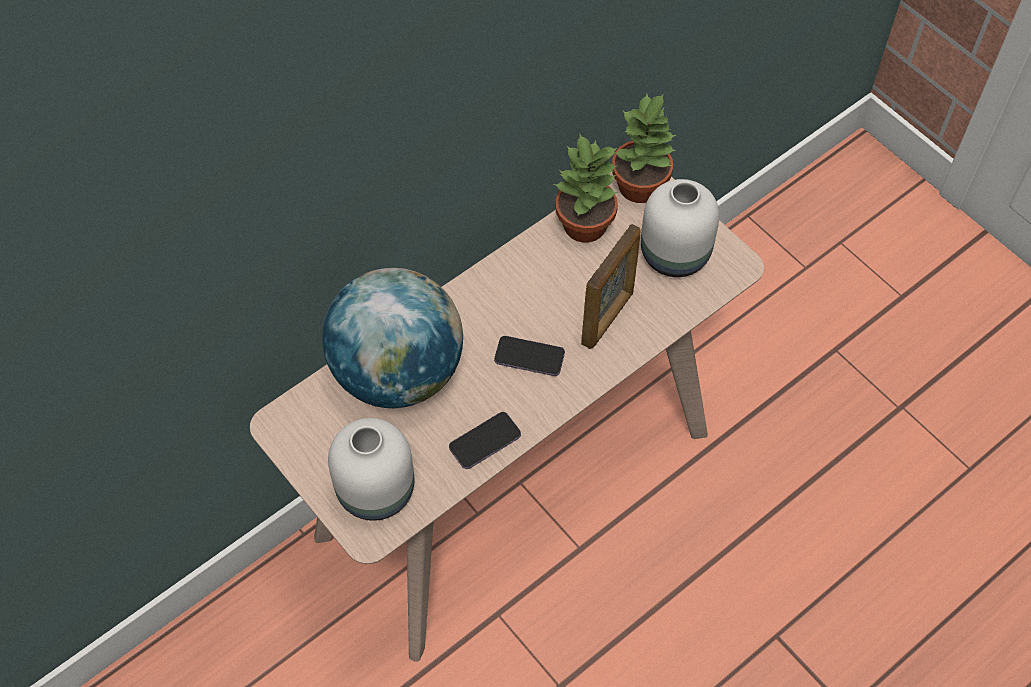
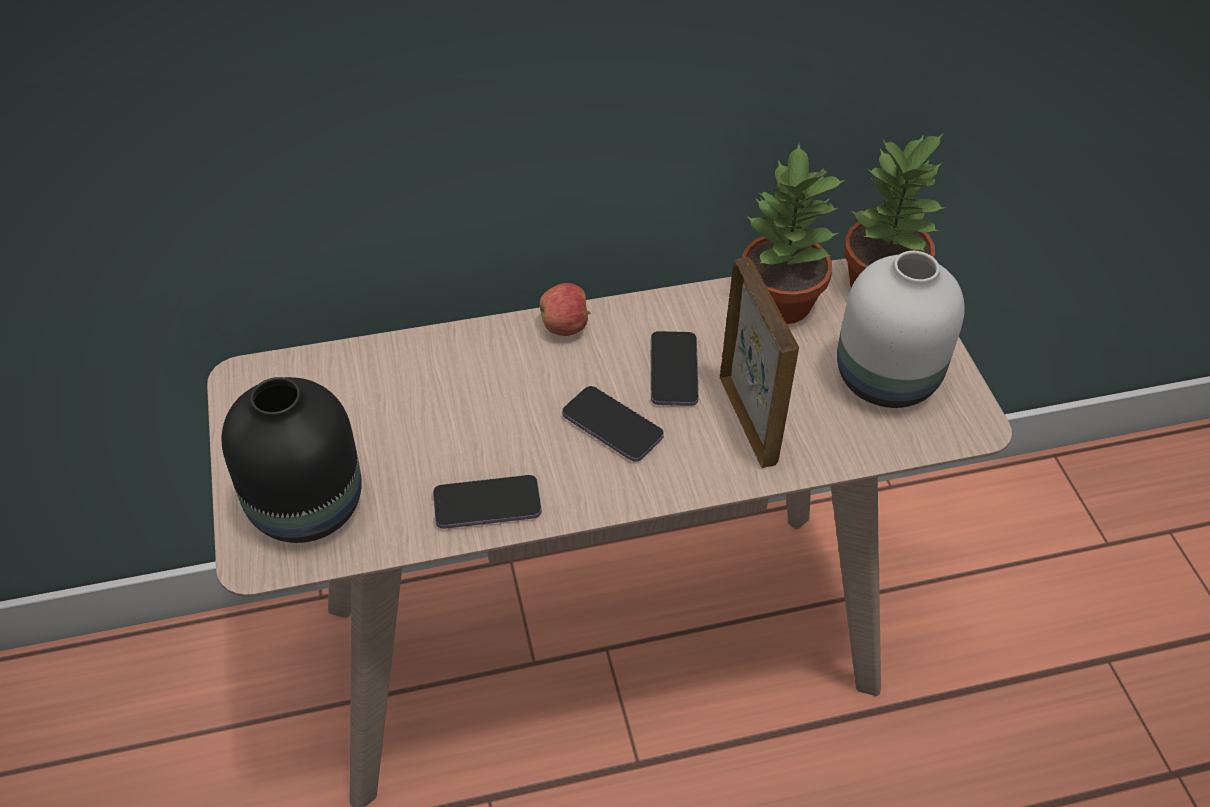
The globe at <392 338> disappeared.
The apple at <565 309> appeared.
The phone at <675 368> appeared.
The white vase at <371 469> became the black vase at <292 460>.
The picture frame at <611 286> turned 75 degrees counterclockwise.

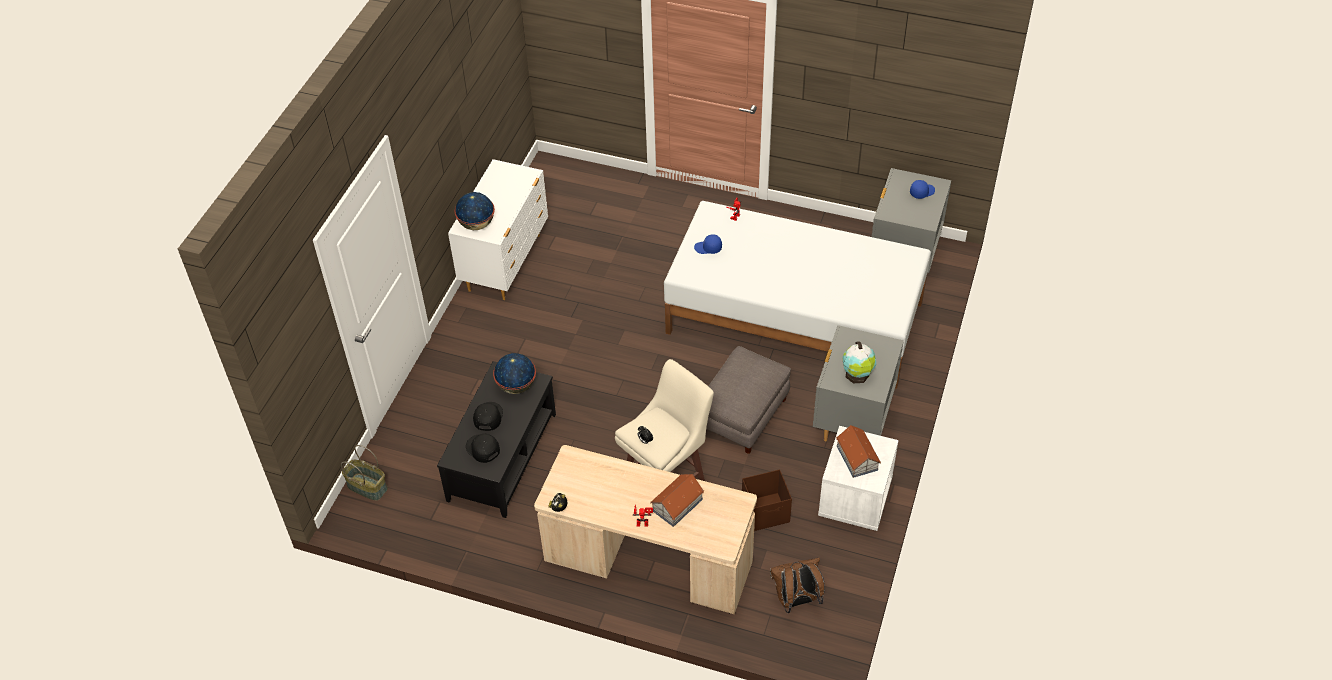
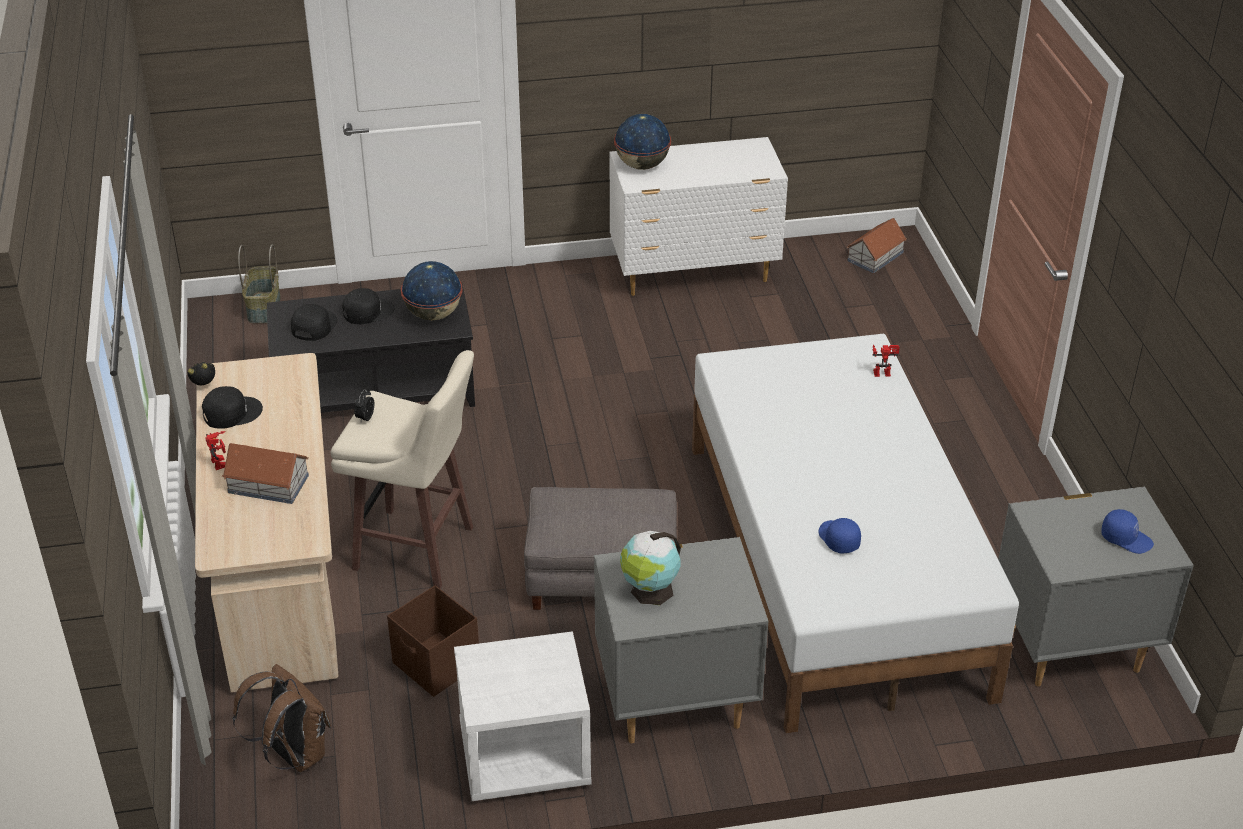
The black cap at <232 407> appeared.
The blue cap moved from <708 244> to <839 535>.
The toy house moved from <858 451> to <877 245>.

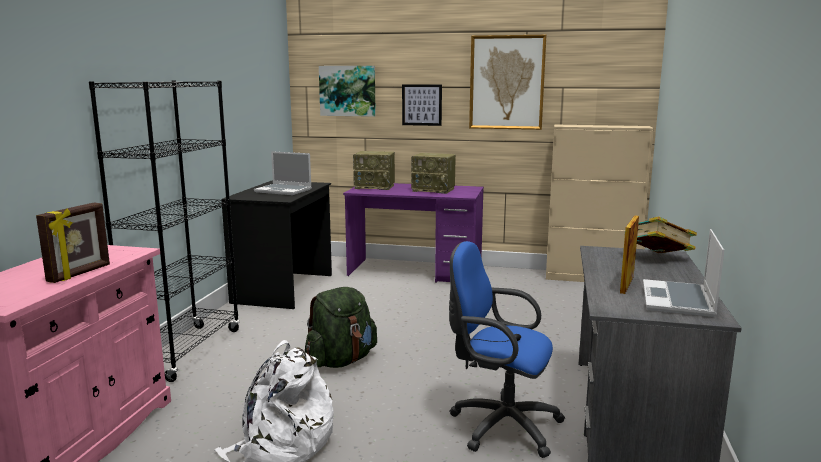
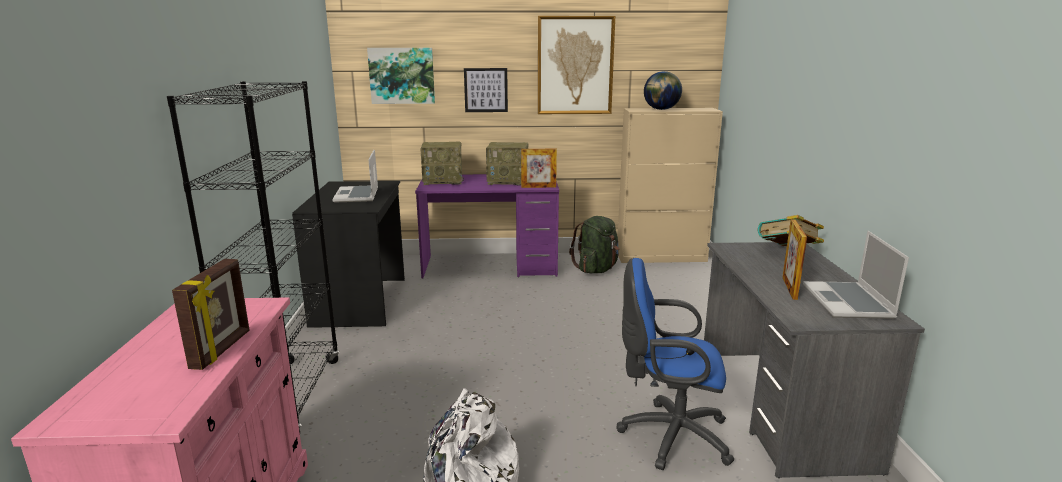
The picture frame at <539 168> appeared.
The globe at <663 90> appeared.
The green backpack moved from <341 327> to <594 244>.
The laptop at <283 173> turned 75 degrees clockwise.

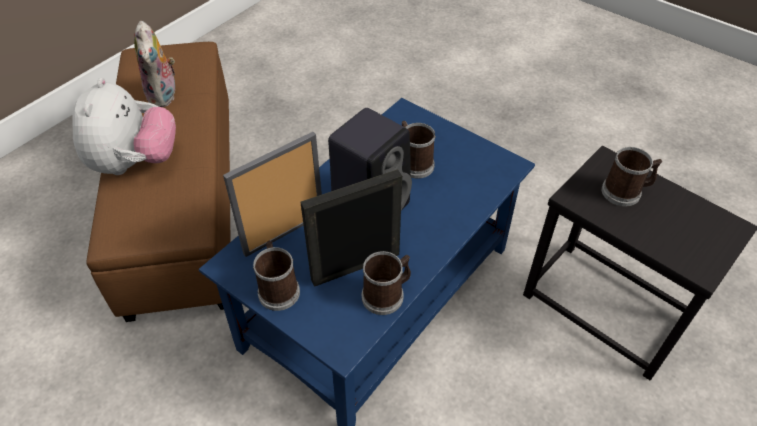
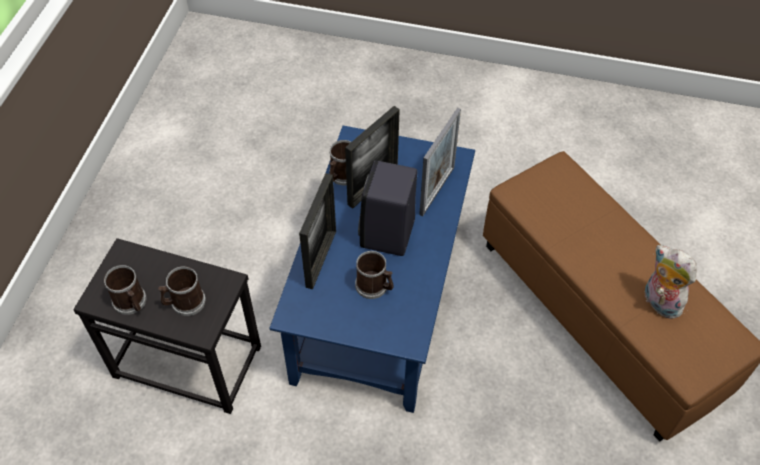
The plush toy at <124 126> disappeared.
The picture frame at <317 231> appeared.
The mug moved from <276 276> to <125 290>.

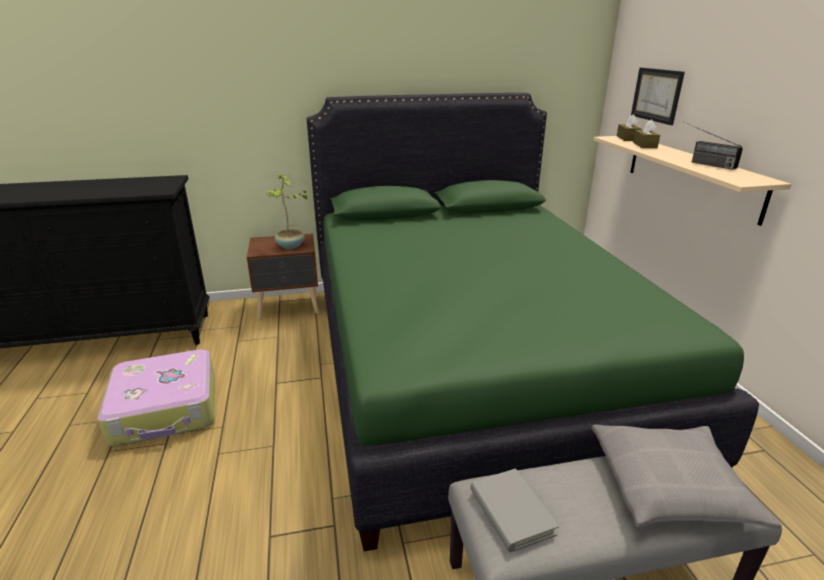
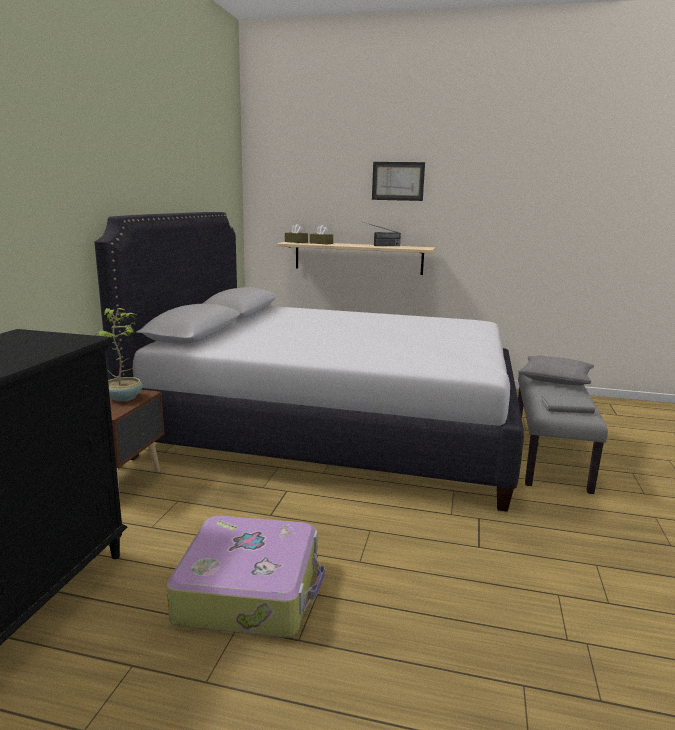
The picture moved from <658 96> to <398 181>.
The green bed at <533 322> became the white bed at <309 362>.

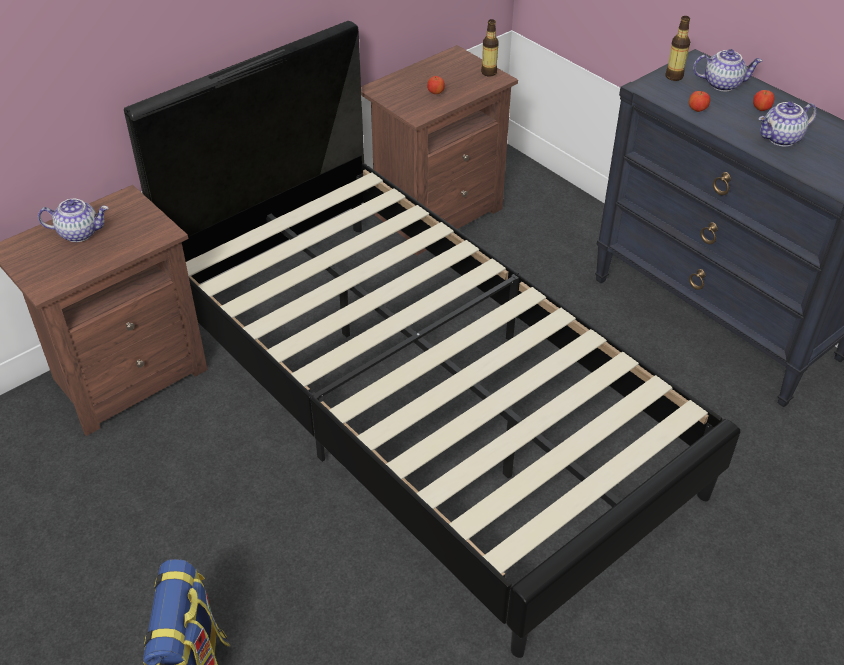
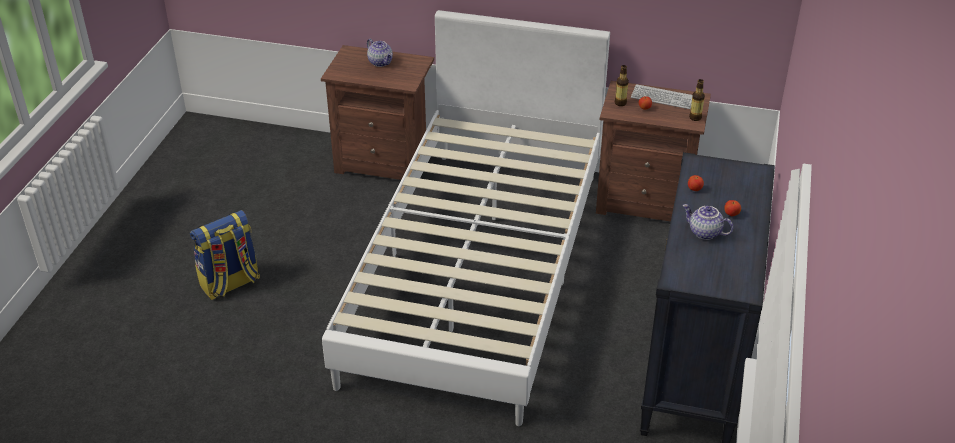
The teapot at <728 70> disappeared.
The keyboard at <661 96> appeared.
The bottle moved from <677 48> to <622 85>.
The black bed at <432 339> became the white bed at <466 218>.

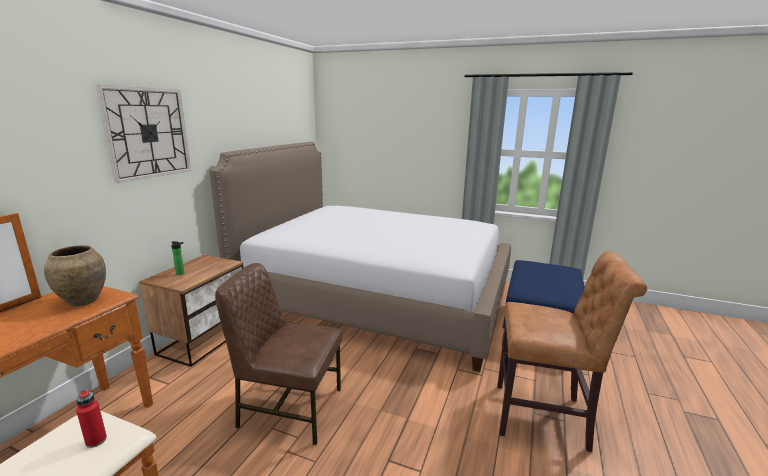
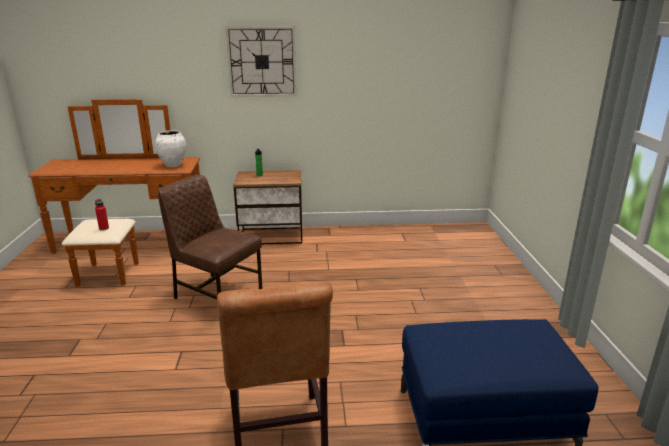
The bed at <360 257> disappeared.
The brown vase at <75 275> became the white vase at <170 148>.
The brown chair at <278 354> turned 45 degrees counterclockwise.

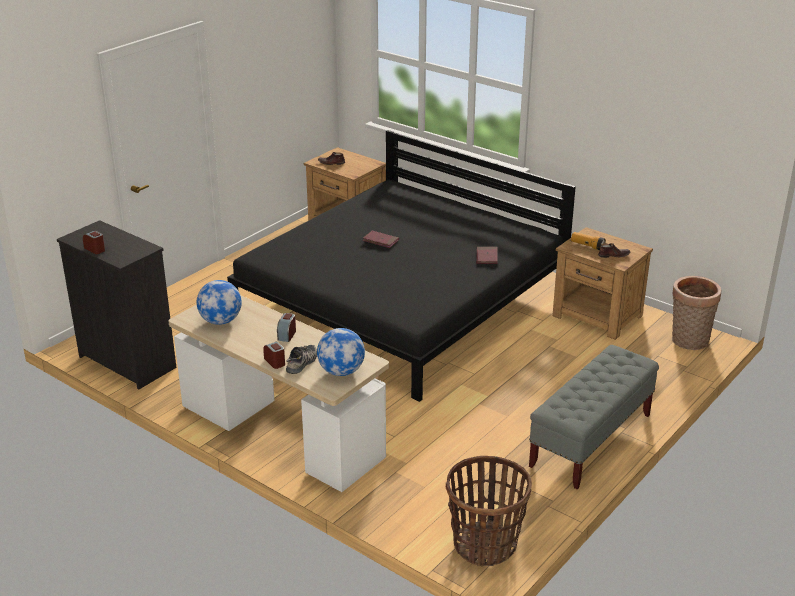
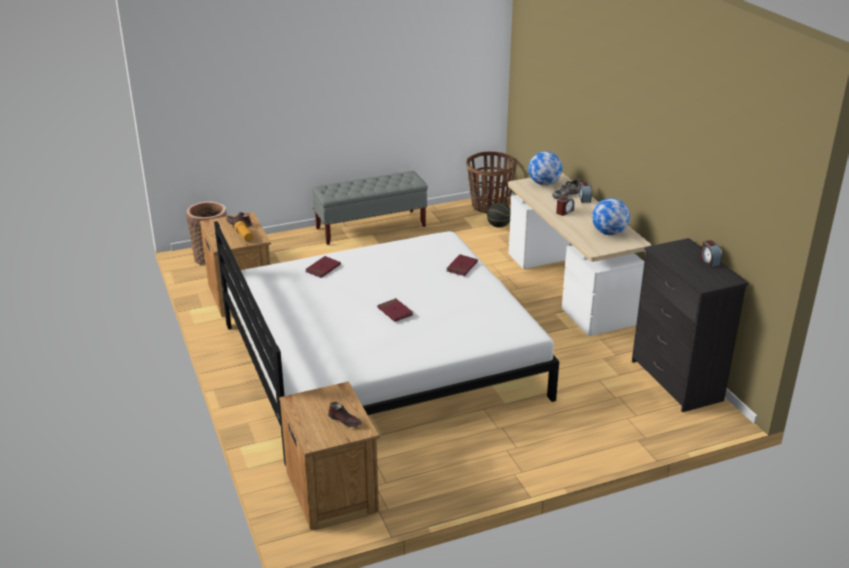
The red book at <462 265> appeared.
The basketball at <499 215> appeared.
The black bed at <401 266> became the white bed at <386 343>.

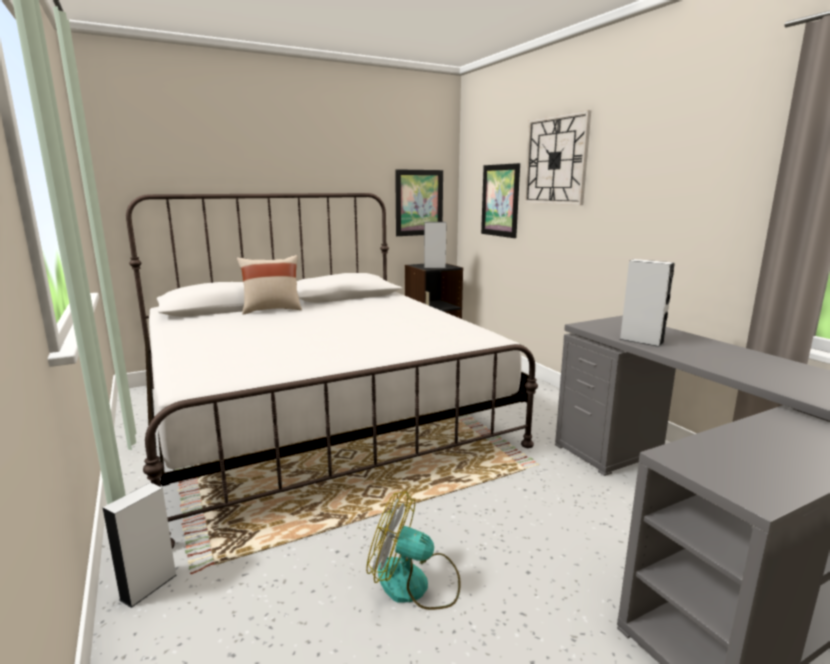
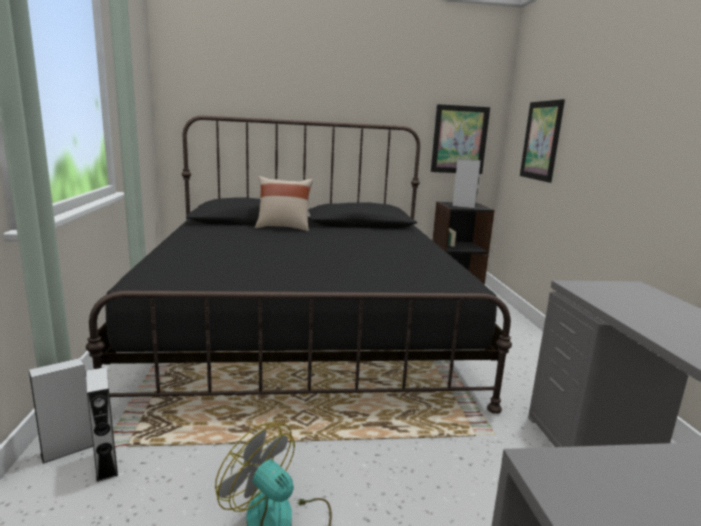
The wall clock at <557 157> disappeared.
The grey speaker moved from <646 303> to <102 424>.
The white bed at <332 370> became the black bed at <299 265>.

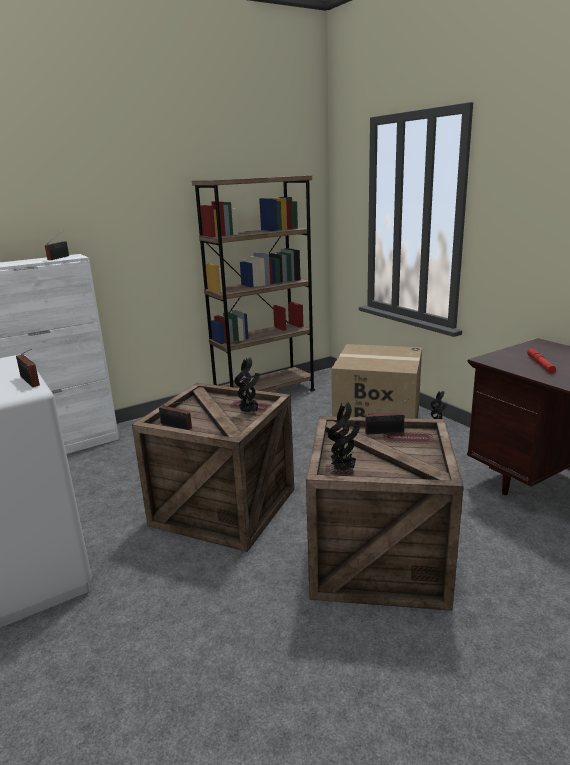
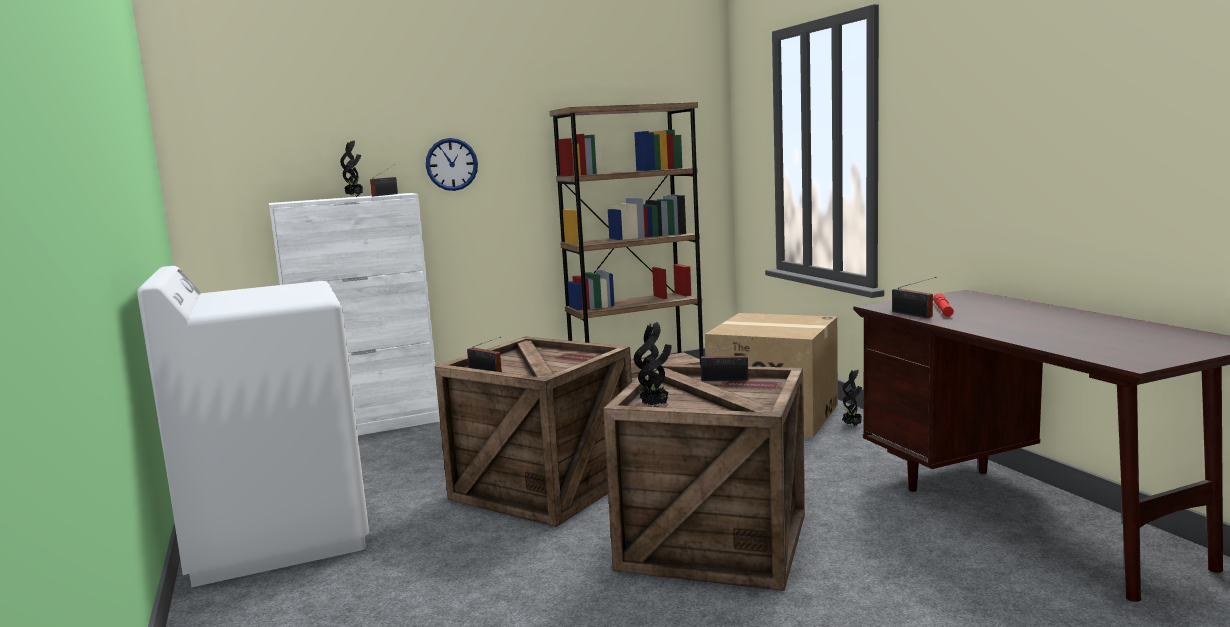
The wall clock at <452 164> appeared.
The radio moved from <28 368> to <914 297>.
The potted plant moved from <247 385> to <351 168>.

